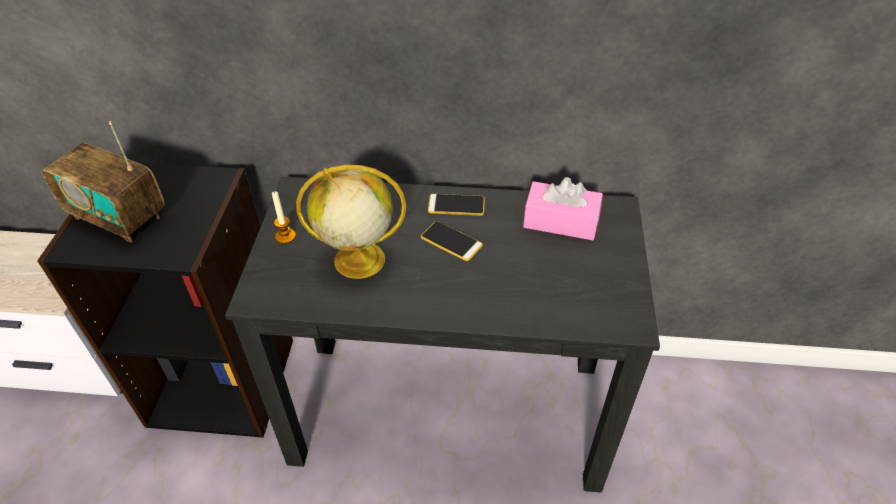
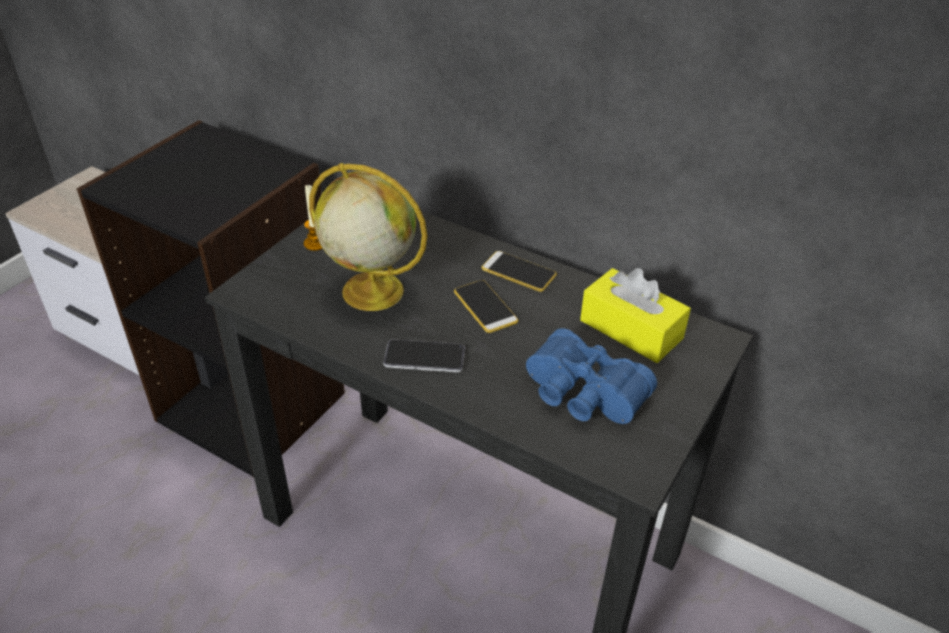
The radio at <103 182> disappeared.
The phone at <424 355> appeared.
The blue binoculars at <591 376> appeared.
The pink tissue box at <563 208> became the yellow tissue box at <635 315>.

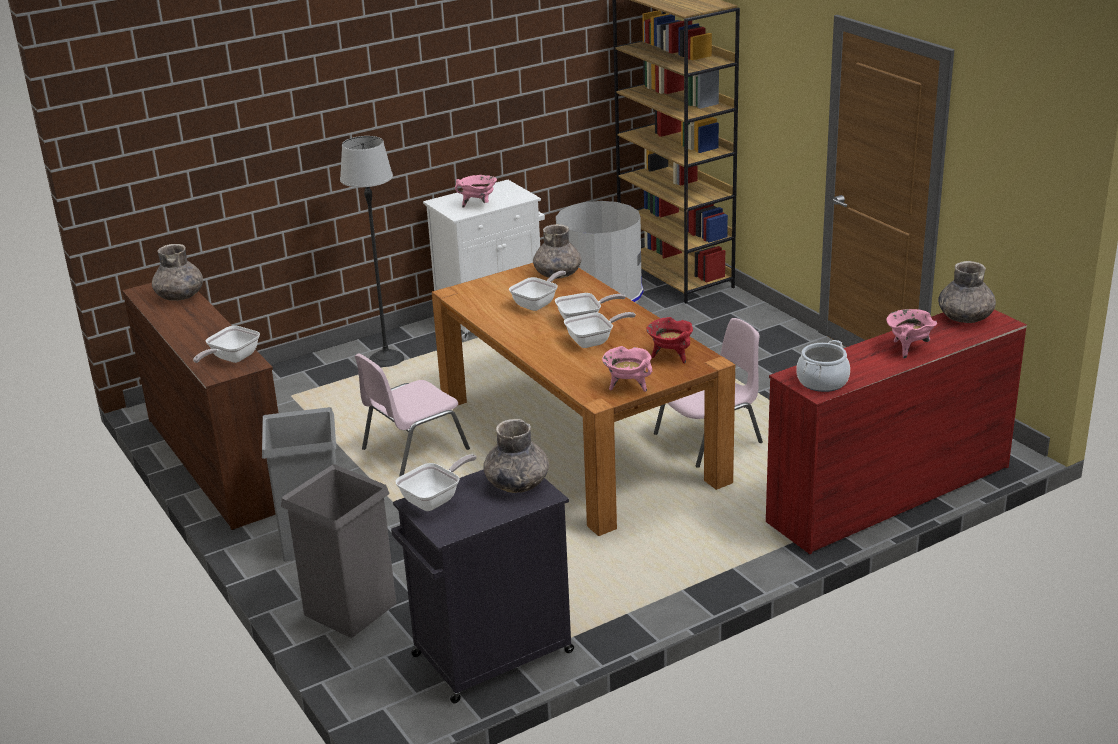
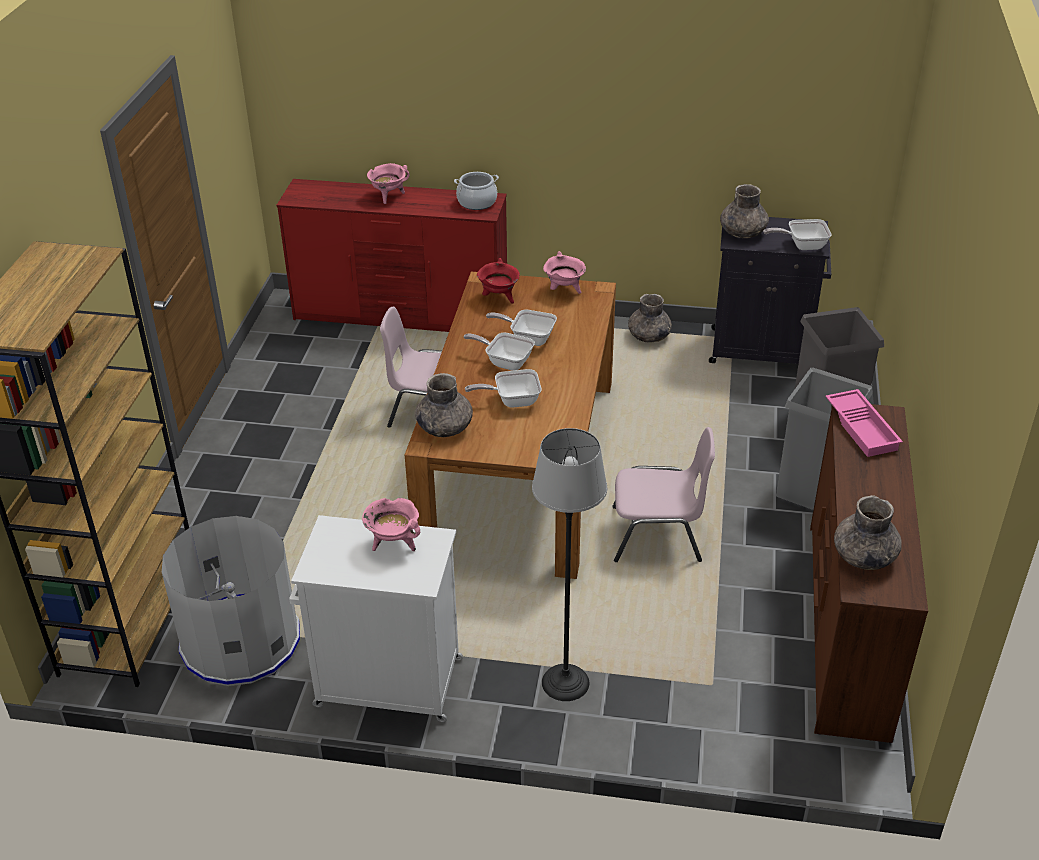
The grey vase moved from <967 292> to <650 318>.
The frying pan at <226 344> was replaced by the pink tray at <864 423>.

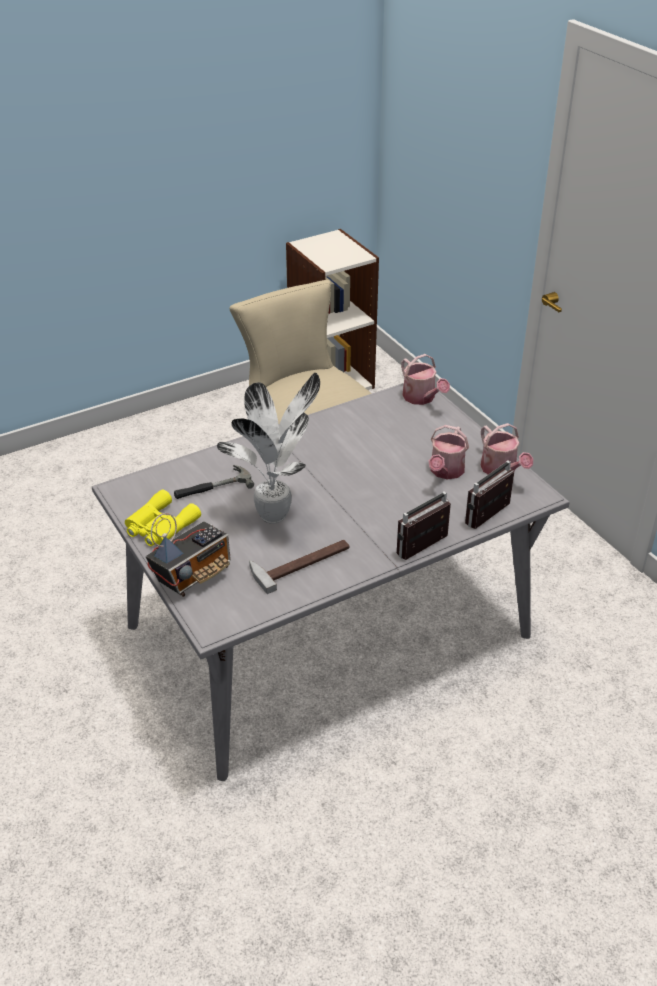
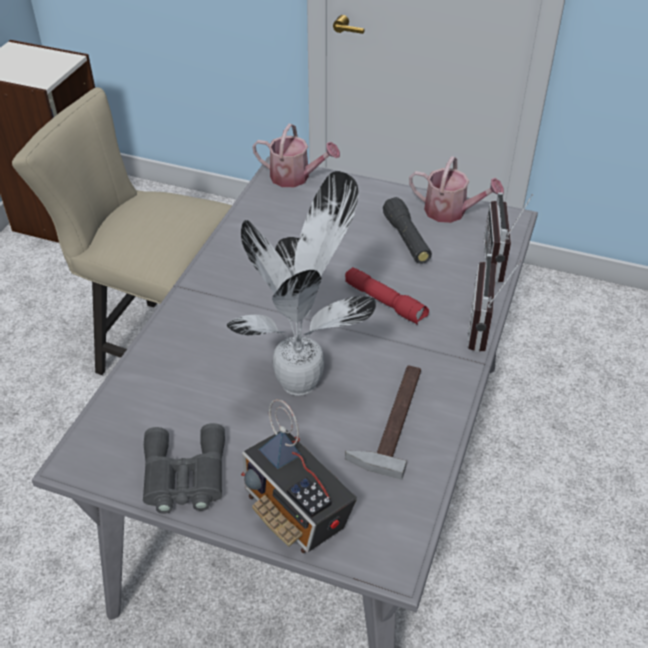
The hammer at <214 482> disappeared.
The red flashlight at <387 296> appeared.
The watering can at <449 452> was replaced by the black flashlight at <407 230>.
The yellow binoculars at <163 517> became the grey binoculars at <184 468>.
The radio at <188 555> turned 135 degrees clockwise.

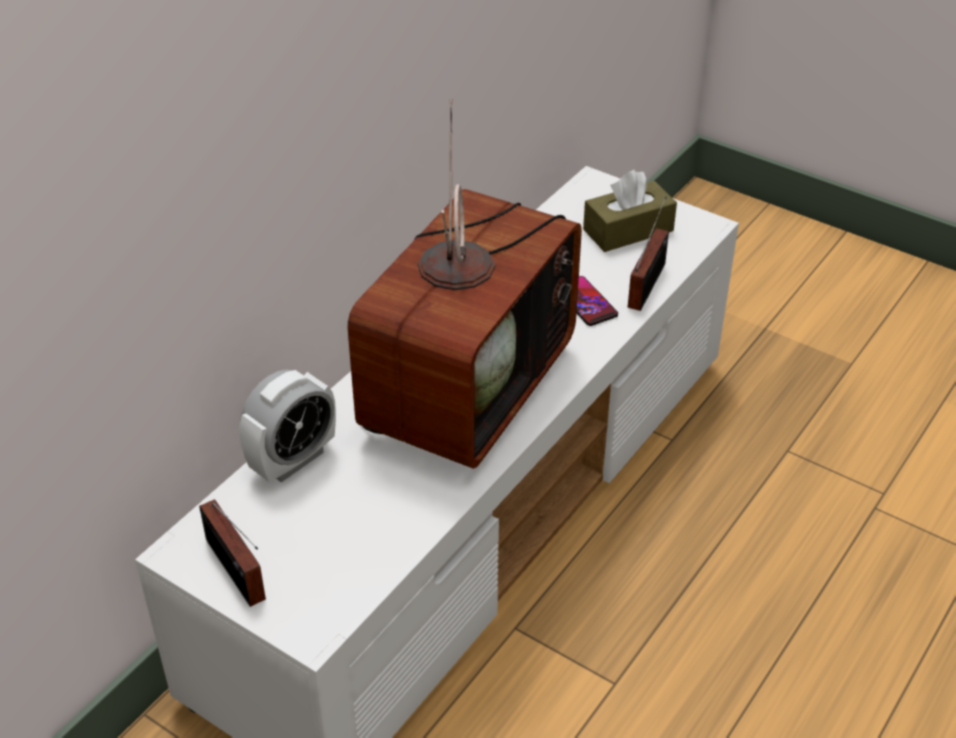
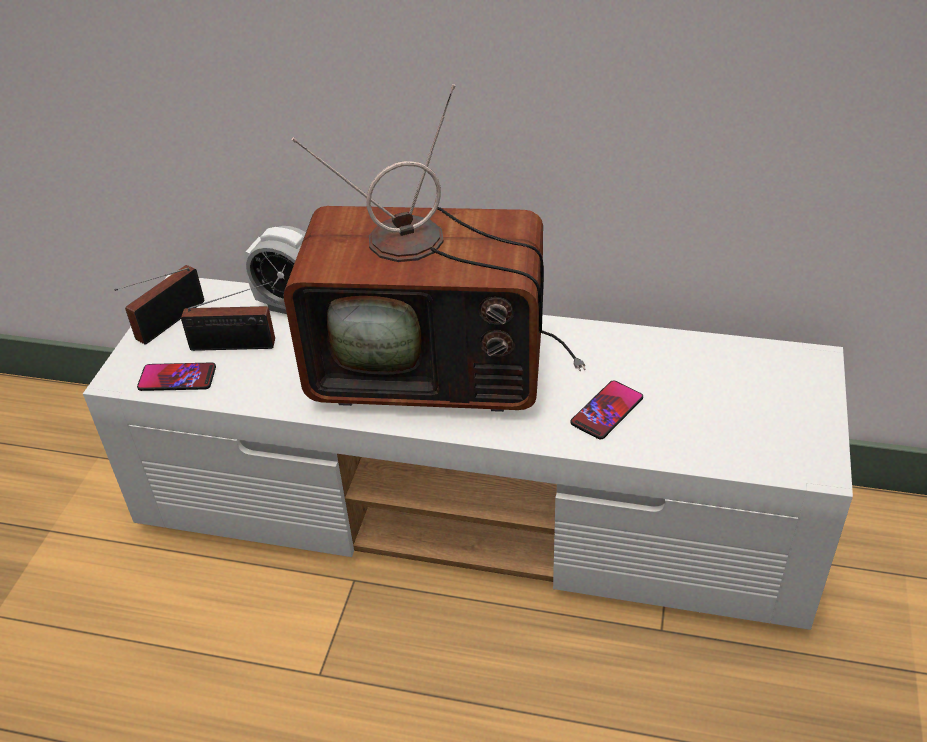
The brown tissue box at <630 211> disappeared.
The phone at <176 376> appeared.
The radio moved from <648 253> to <228 316>.

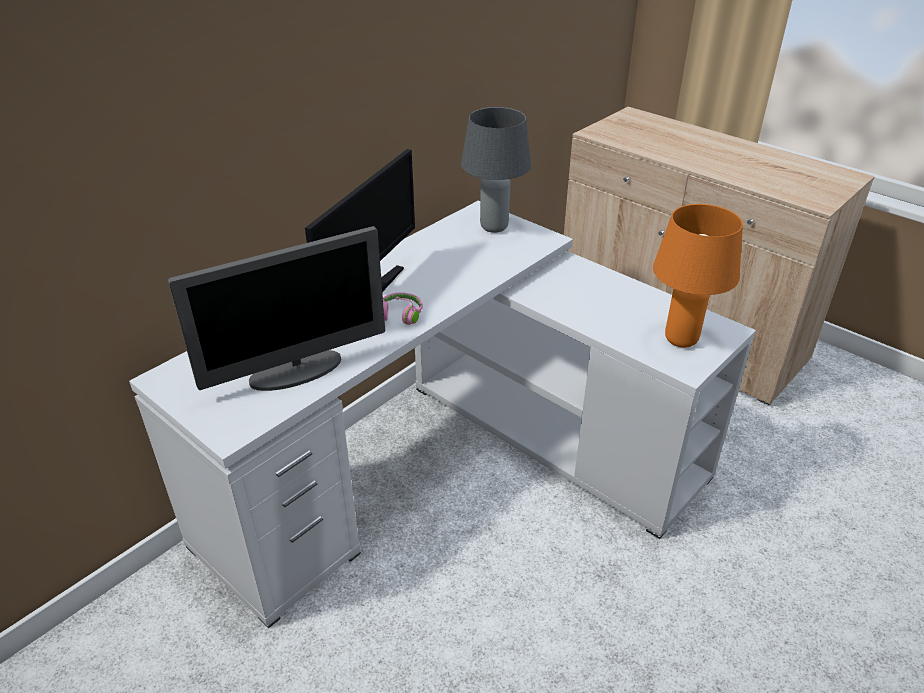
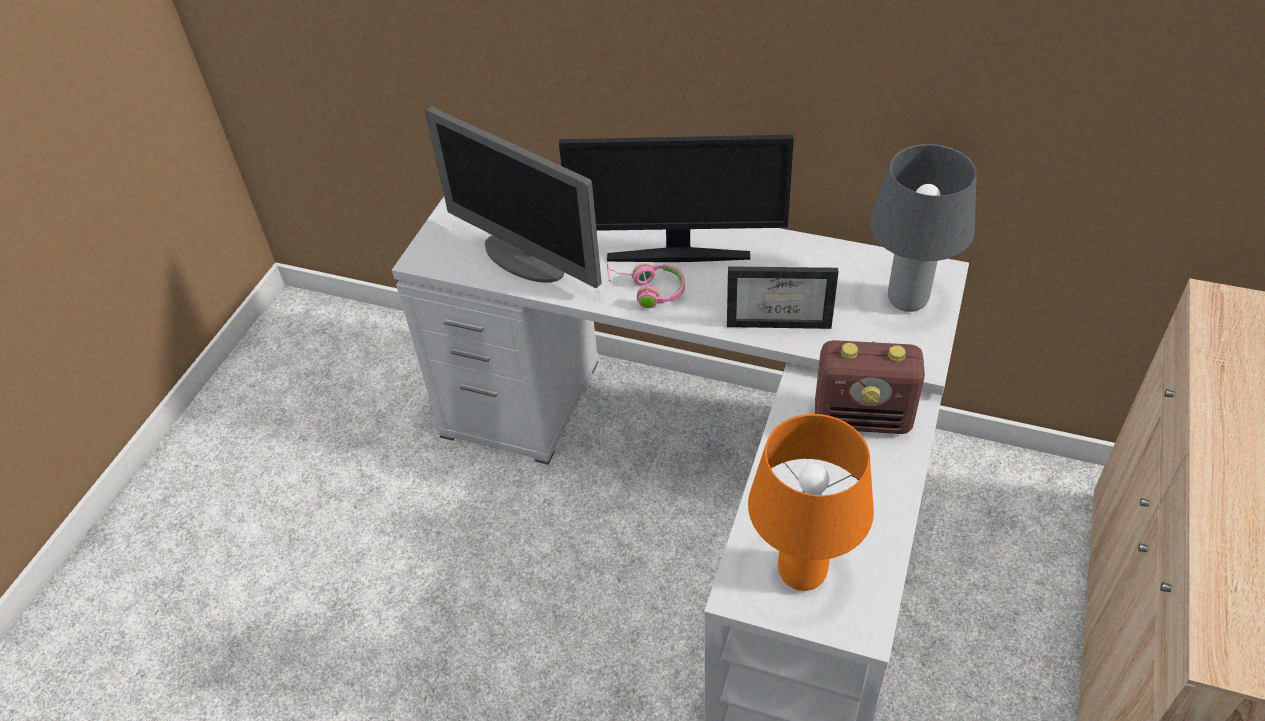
The picture frame at <782 297> appeared.
The radio at <870 387> appeared.

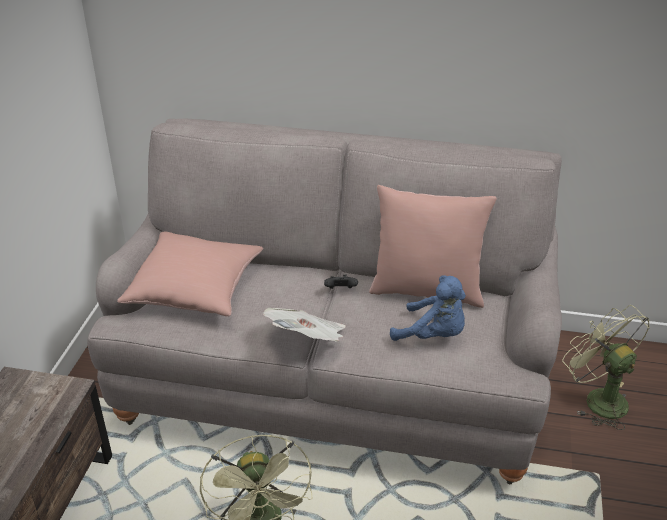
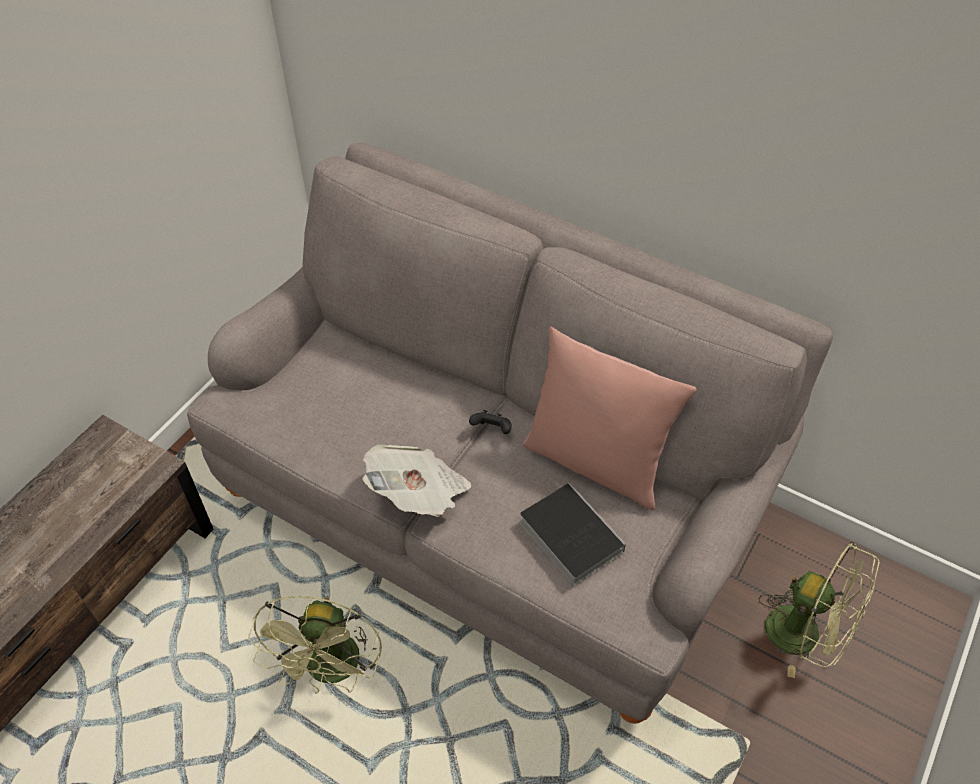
The pink pillow at <190 273> disappeared.
The blue plush toy at <428 308> was replaced by the book at <573 533>.
The green fan at <606 367> turned 135 degrees clockwise.

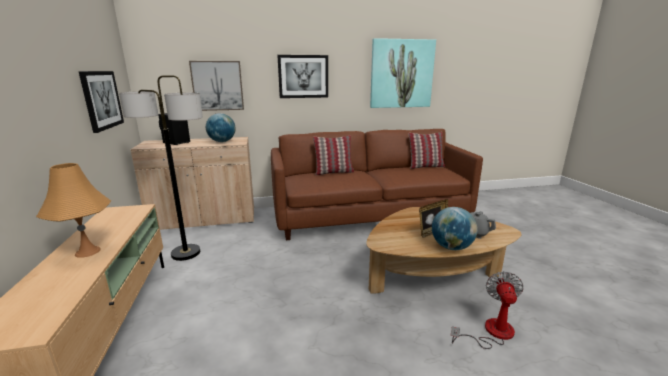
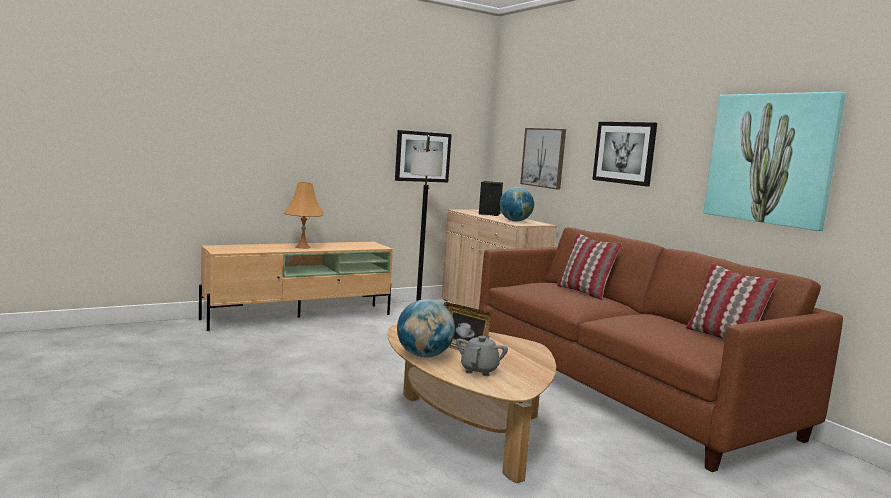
The fan at <487 310> disappeared.

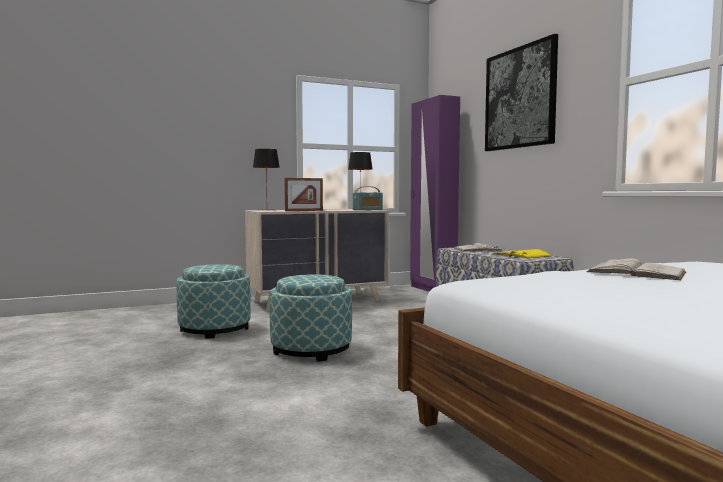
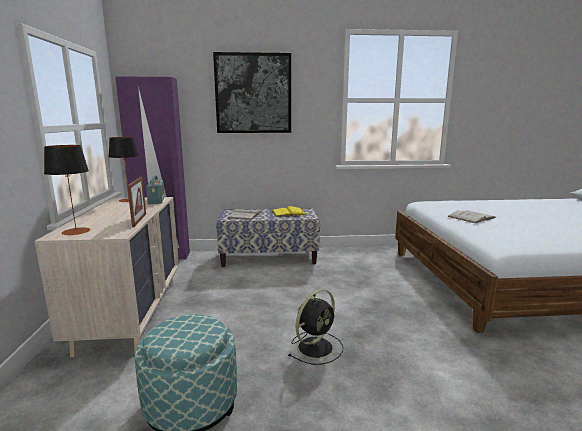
The ottoman at <311 318> was replaced by the black fan at <315 327>.

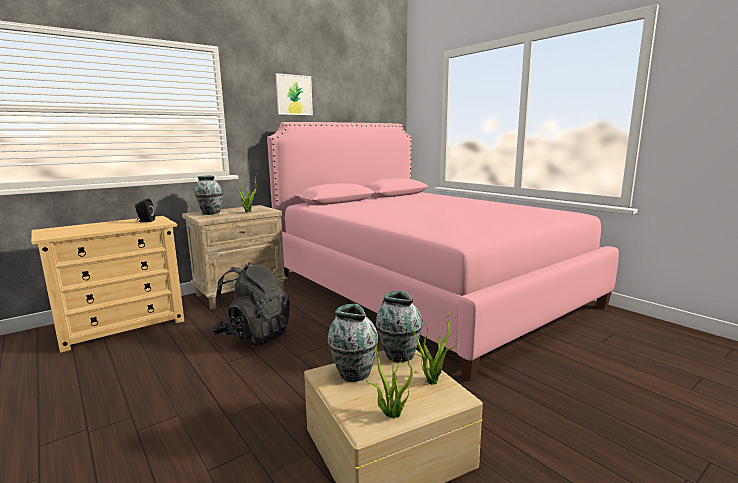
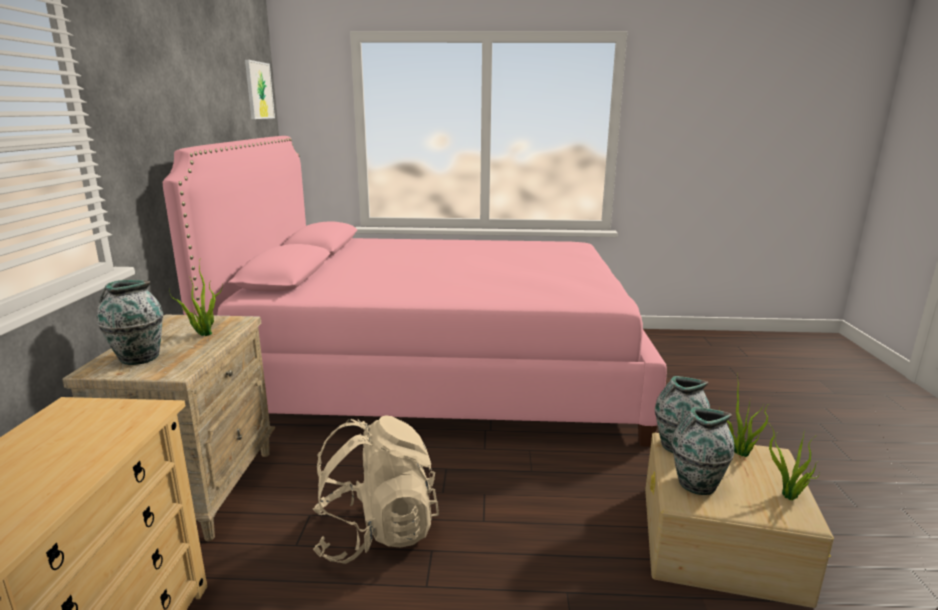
The black speaker at <145 210> disappeared.
The picture moved from <294 94> to <260 89>.
The black backpack at <251 303> became the beige backpack at <376 489>.

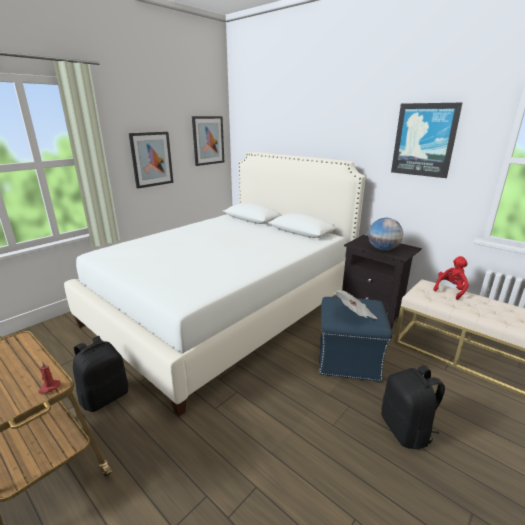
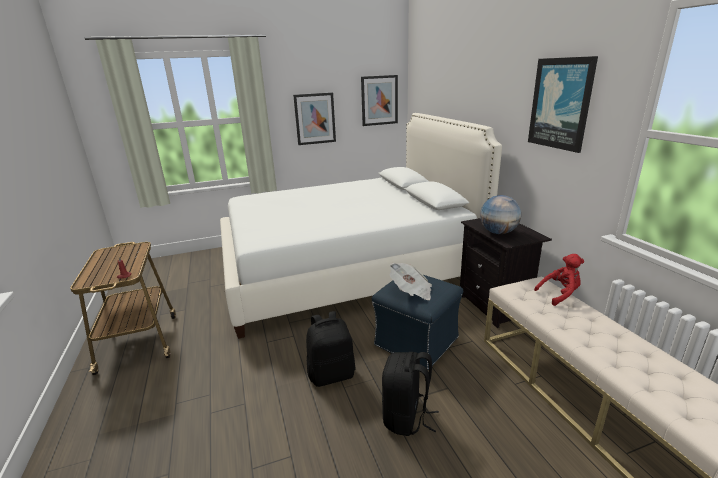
The black backpack moved from <100 374> to <331 349>.

